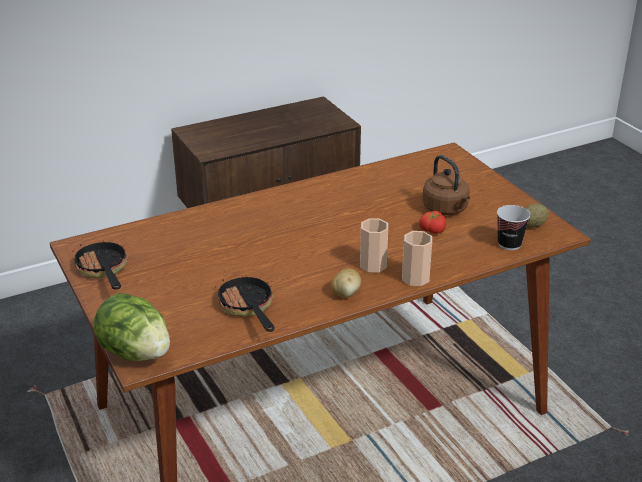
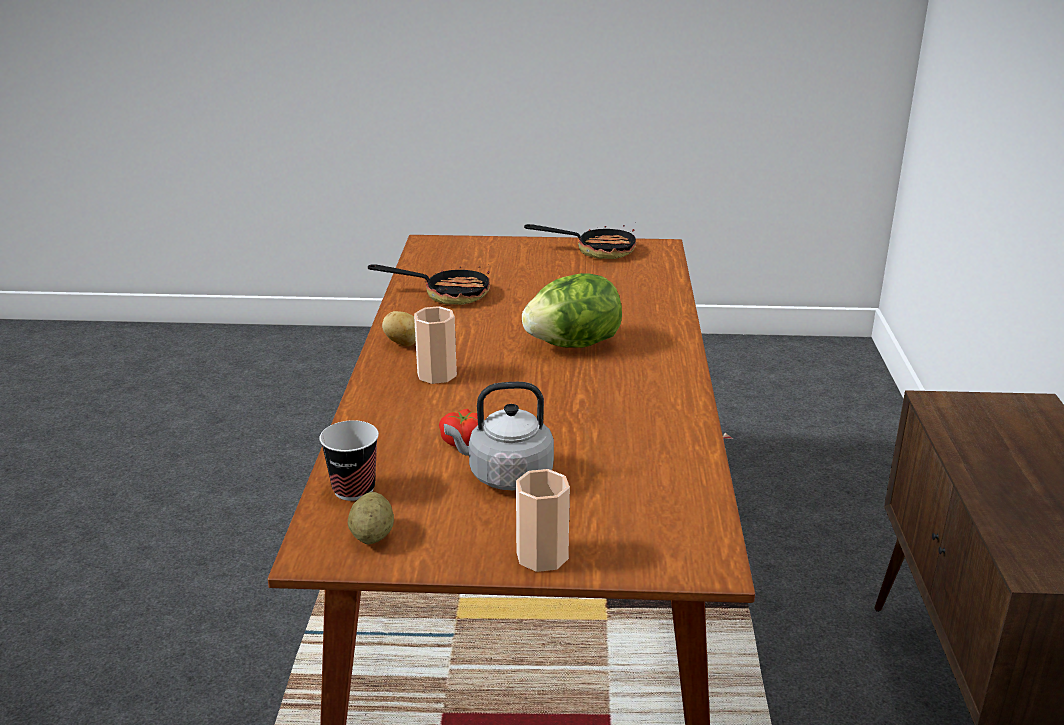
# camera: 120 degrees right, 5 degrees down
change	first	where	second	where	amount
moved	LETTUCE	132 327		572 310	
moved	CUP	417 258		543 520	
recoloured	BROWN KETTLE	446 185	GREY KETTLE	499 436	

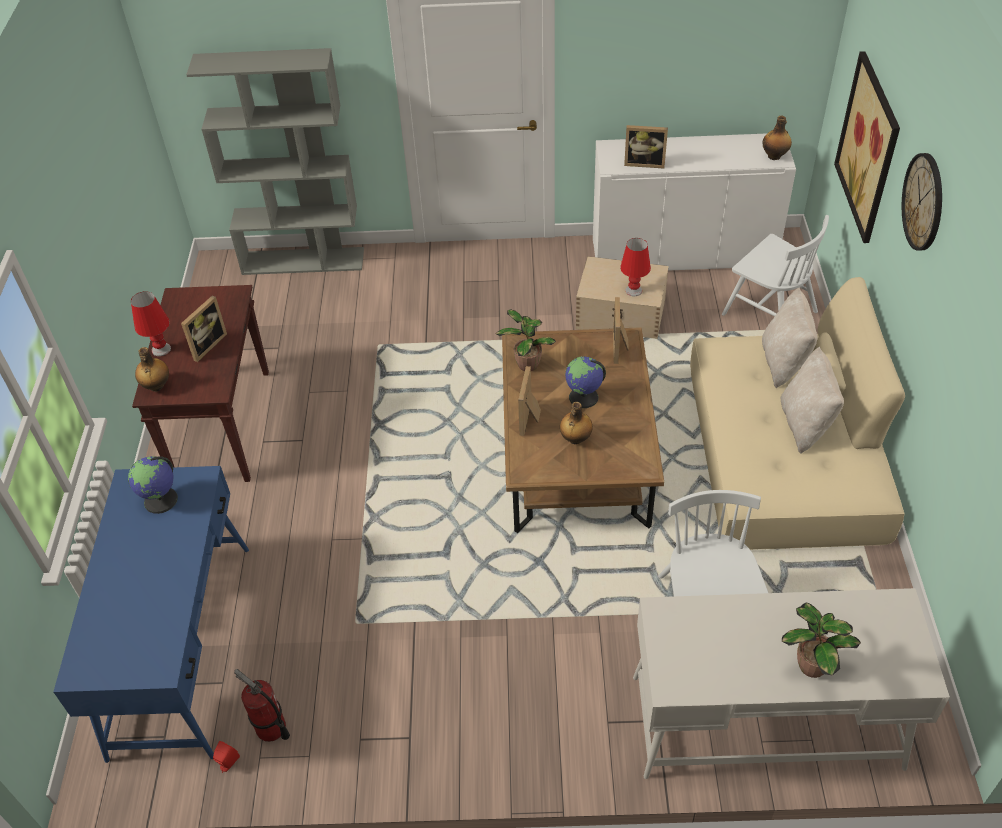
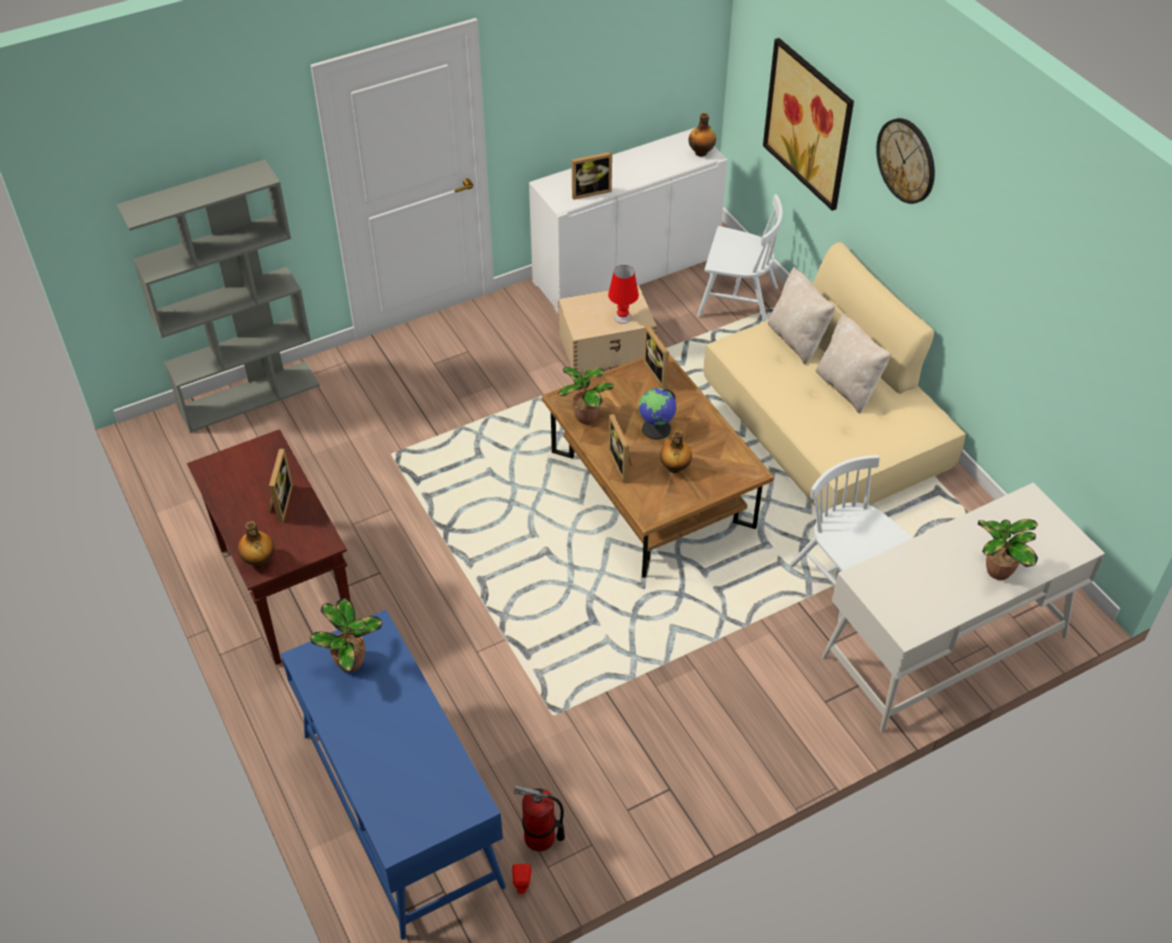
# camera: 30 degrees left, 0 degrees up
change	first	where	second	where	amount
replaced	GLOBE	153 485	POTTED PLANT	346 635	
removed	RED TABLE LAMP	151 323			

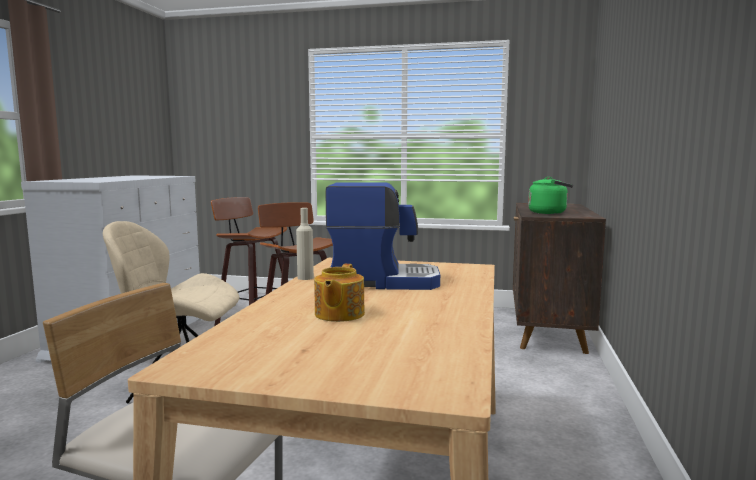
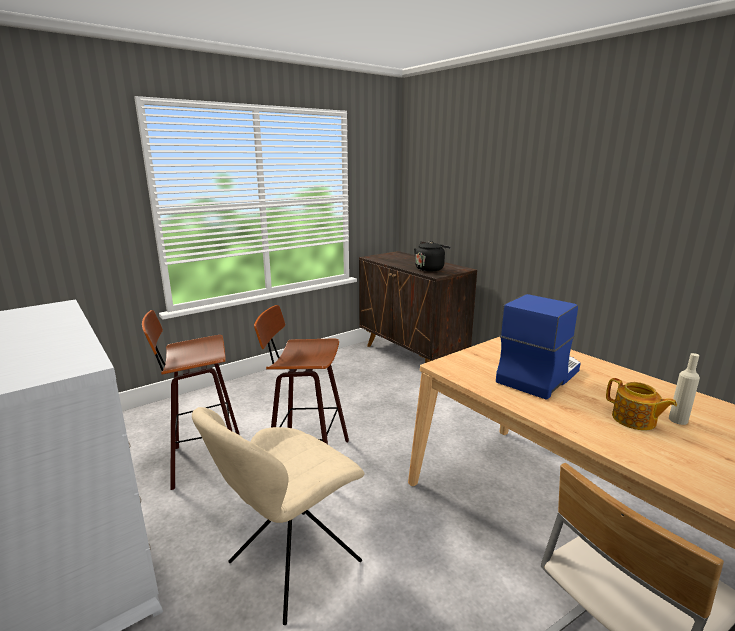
# camera: 50 degrees left, 10 degrees up
change	first	where	second	where	amount
moved	BEIGE BOTTLE	305 244		684 389	
recoloured	GREEN KETTLE	550 195	BLACK KETTLE	432 256	

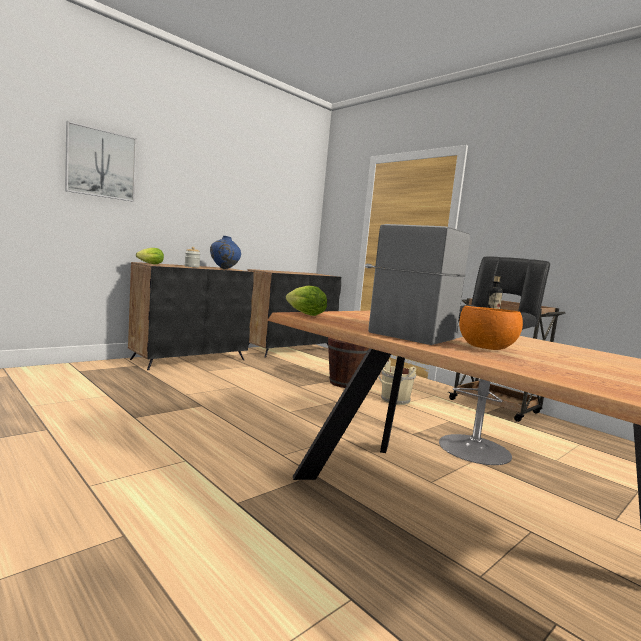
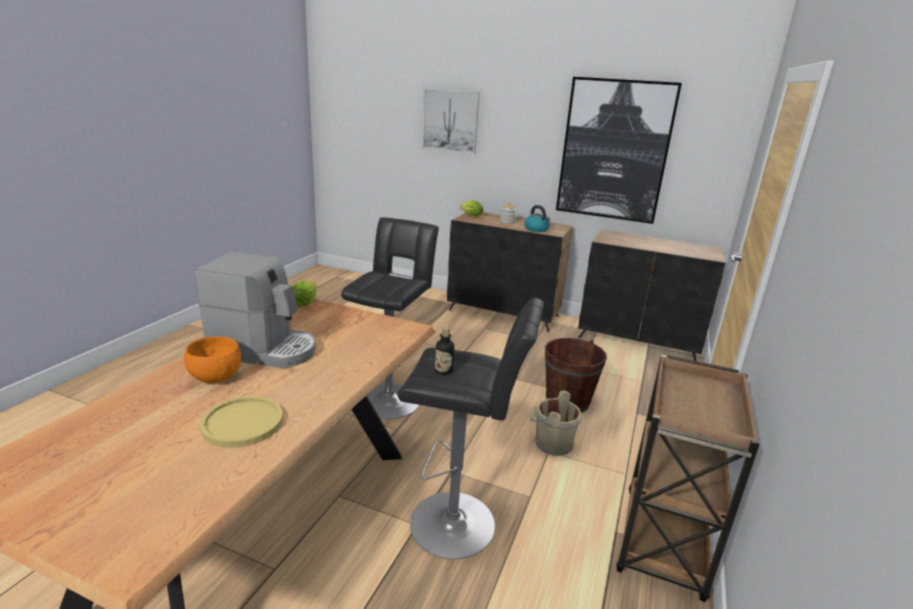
# camera: 65 degrees right, 15 degrees up
change	first	where	second	where	amount
replaced	BLUE VASE	225 252	KETTLE	537 218	
added			YELLOW PLATE	241 422	
added			BLACK STOOL	390 318	
added			PICTURE	619 150	

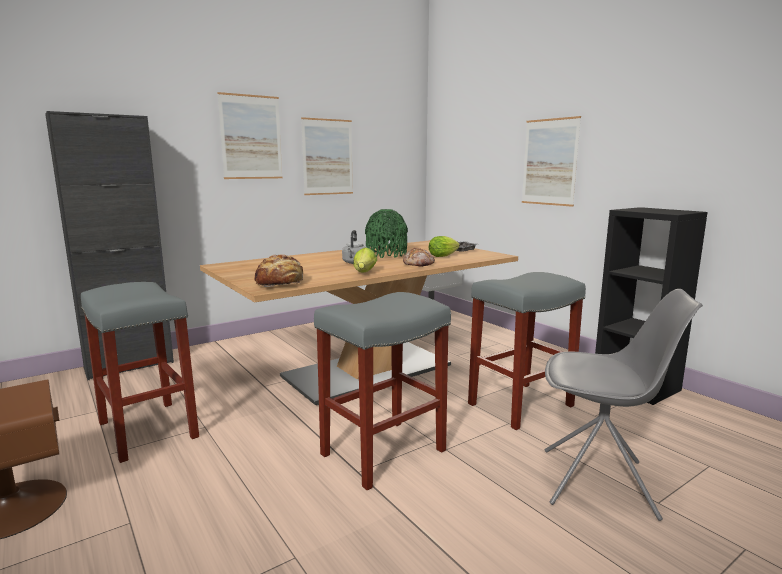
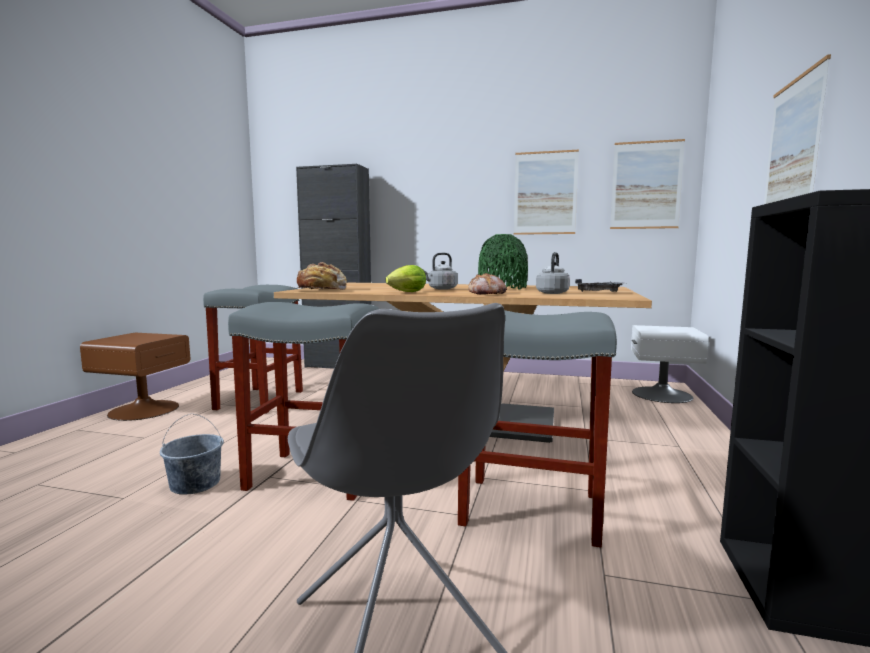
# camera: 50 degrees right, 5 degrees down
change	first	where	second	where	amount
moved	PICTURE	250 135		647 184	
replaced	LETTUCE	444 246	GREY KETTLE	553 273	
added			GREY BUCKET	192 454	

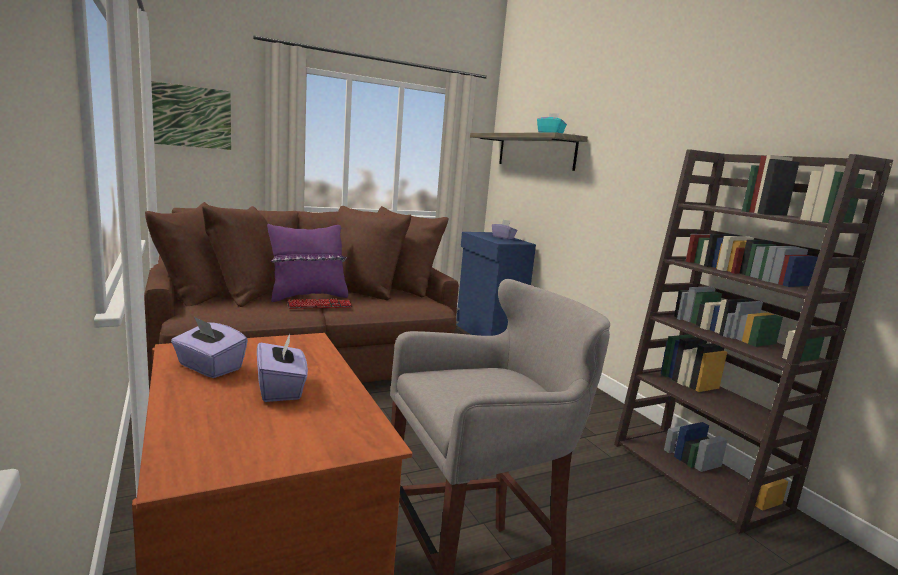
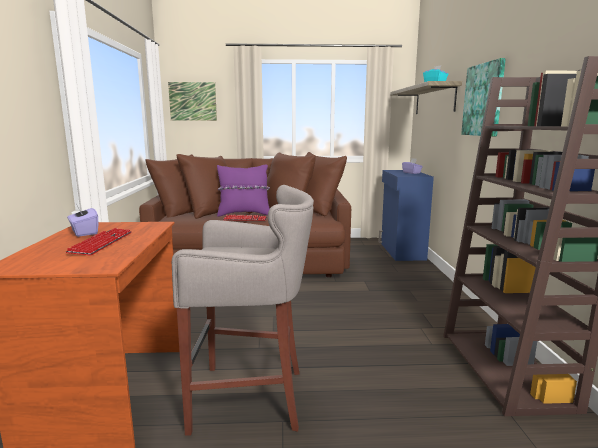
# camera: 25 degrees right, 0 degrees up
change	first	where	second	where	amount
replaced	PURPLE TISSUE BOX	282 367	KEYBOARD	99 242	
added			PICTURE	483 97	

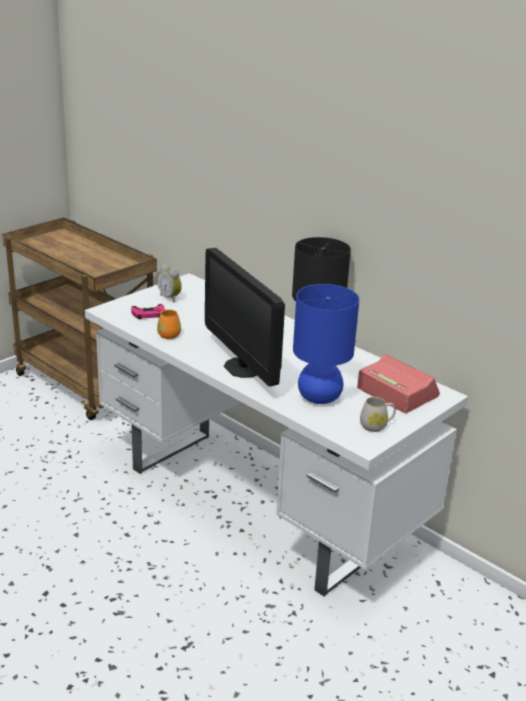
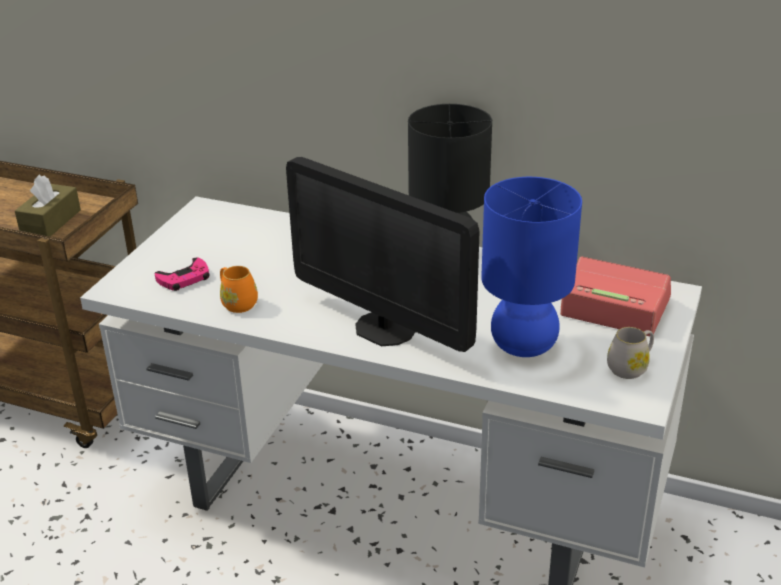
# camera: 20 degrees left, 5 degrees up
change	first	where	second	where	amount
removed	ALARM CLOCK	169 283			
added			BROWN TISSUE BOX	48 205	

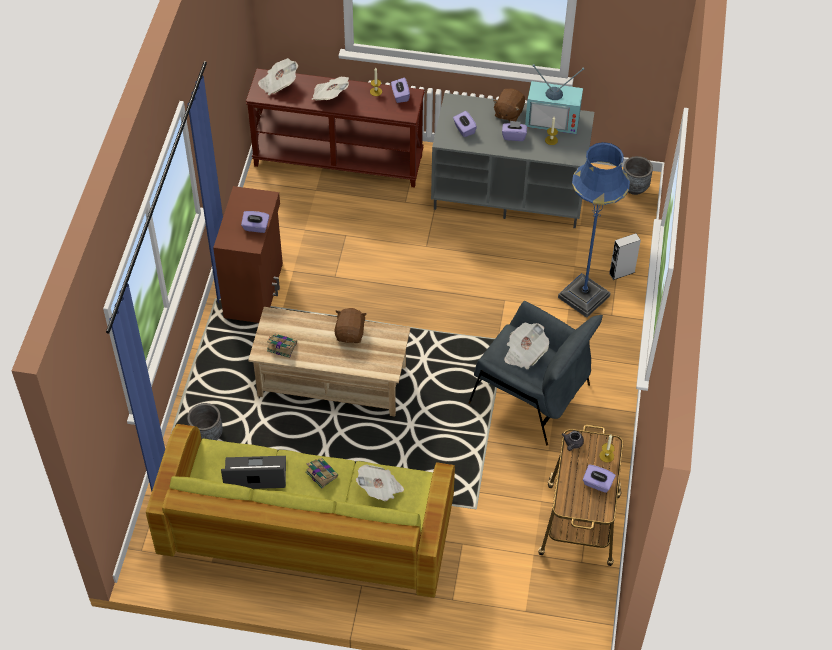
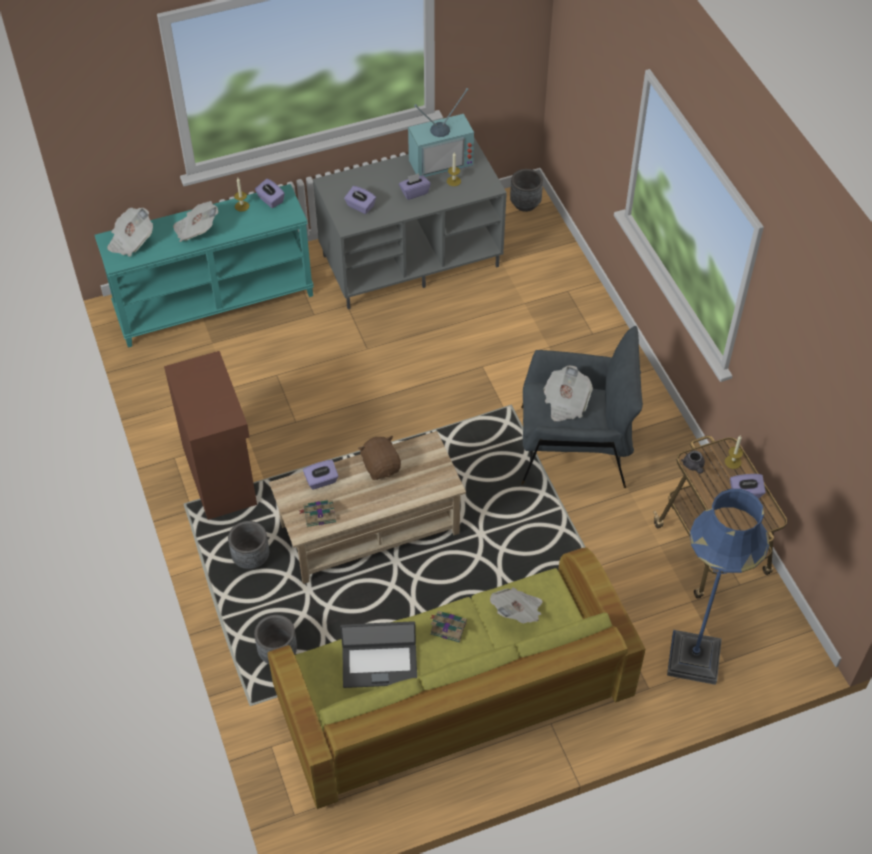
# camera: 30 degrees left, 0 degrees up
change	first	where	second	where	amount
turned	LAPTOP	253 472		378 654	150 degrees counterclockwise
moved	PURPLE TISSUE BOX	255 222		320 475	
recoloured	BROWN CONSOLE TABLE	335 128	TURQUOISE CONSOLE TABLE	204 265	
removed	BROWN PLUSH TOY	509 105			
moved	BLUE FLOOR LAMP	594 230		718 587	
removed	GREY SPEAKER	625 256			
added			GREY PLANTER	248 545	

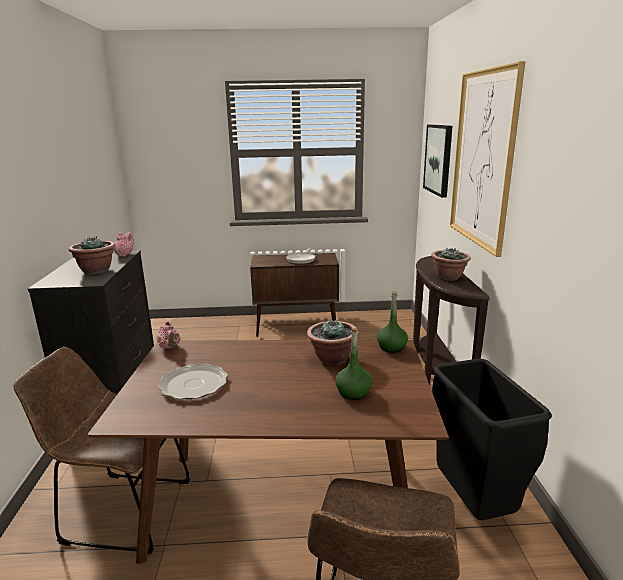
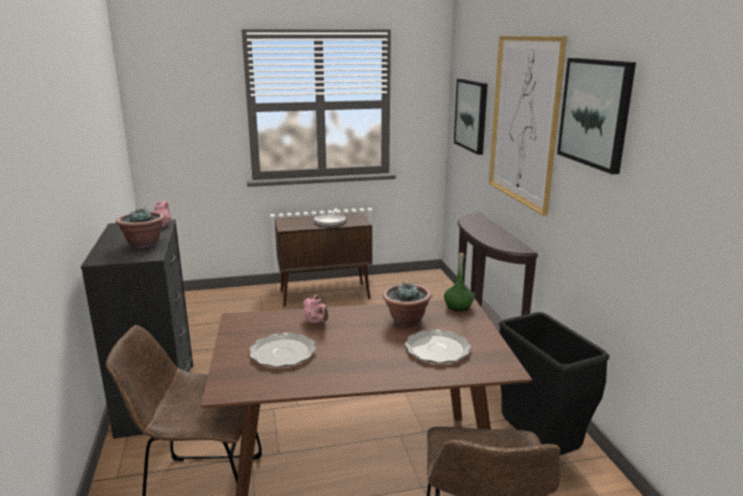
# camera: 10 degrees left, 0 degrees up
change	first	where	second	where	amount
moved	PINK TEAPOT	169 335		315 309	
replaced	GREEN BOTTLE	353 364	PLATE	438 346	
removed	POTTED PLANT	451 264			
added			PICTURE	596 116	

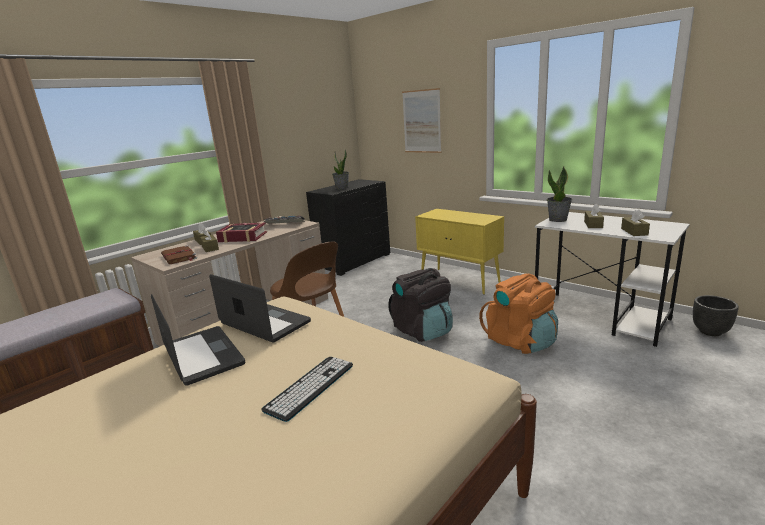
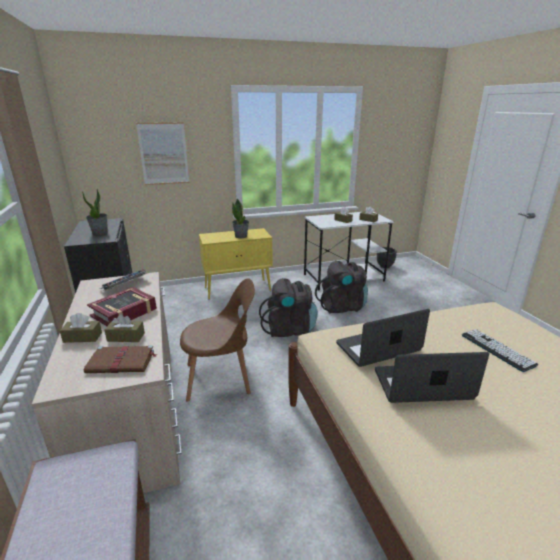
# camera: 60 degrees left, 5 degrees up
change	first	where	second	where	amount
recoloured	ORANGE BACKPACK	518 314	BLACK BACKPACK	341 287	
moved	POTTED PLANT	559 194		240 218	

